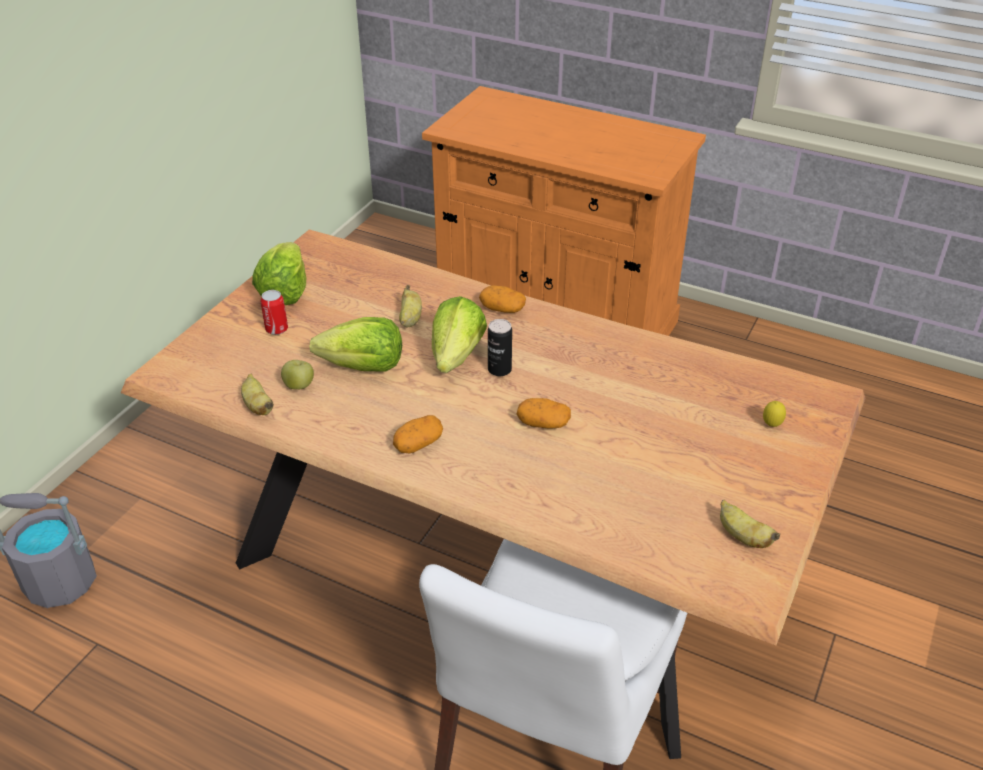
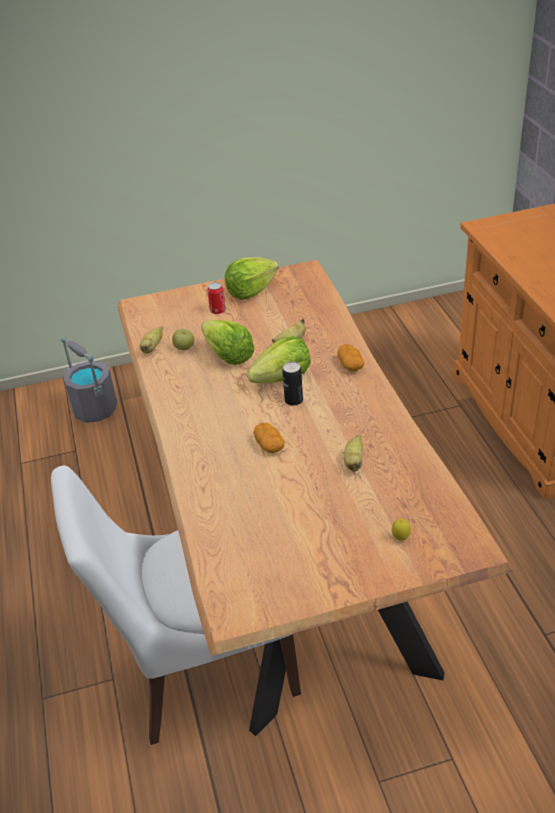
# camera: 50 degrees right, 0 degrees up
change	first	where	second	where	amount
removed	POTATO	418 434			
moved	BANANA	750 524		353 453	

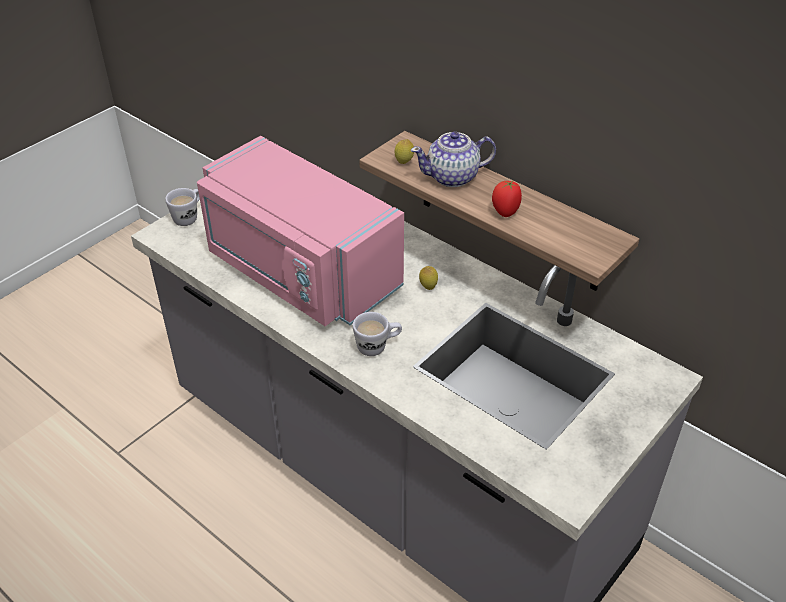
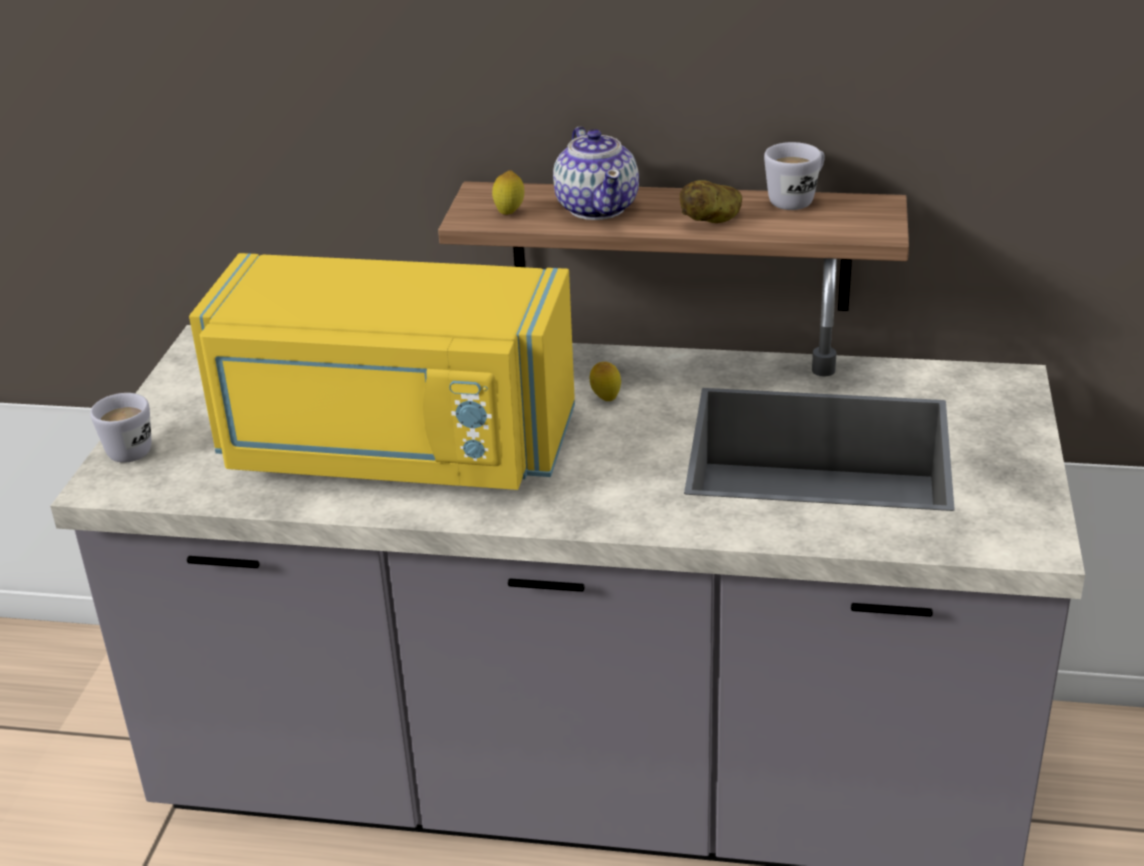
# camera: 30 degrees left, 10 degrees down
change	first	where	second	where	amount
recoloured	PINK MICROWAVE	300 231	YELLOW MICROWAVE	382 371	
moved	WHITE MUG	377 334		794 176	
turned	TEAPOT	453 159		596 173	60 degrees counterclockwise
replaced	TOMATO	507 199	POTATO	711 201	

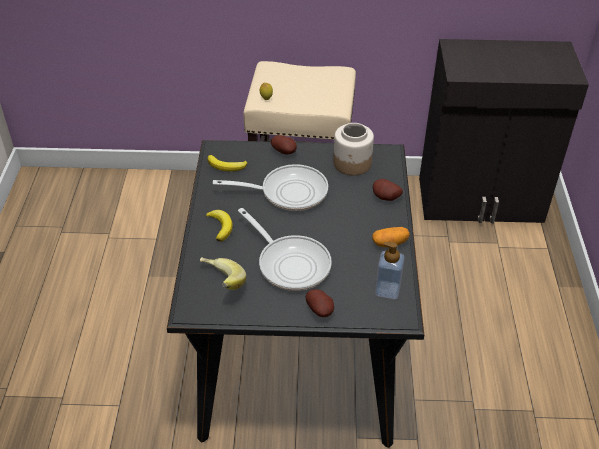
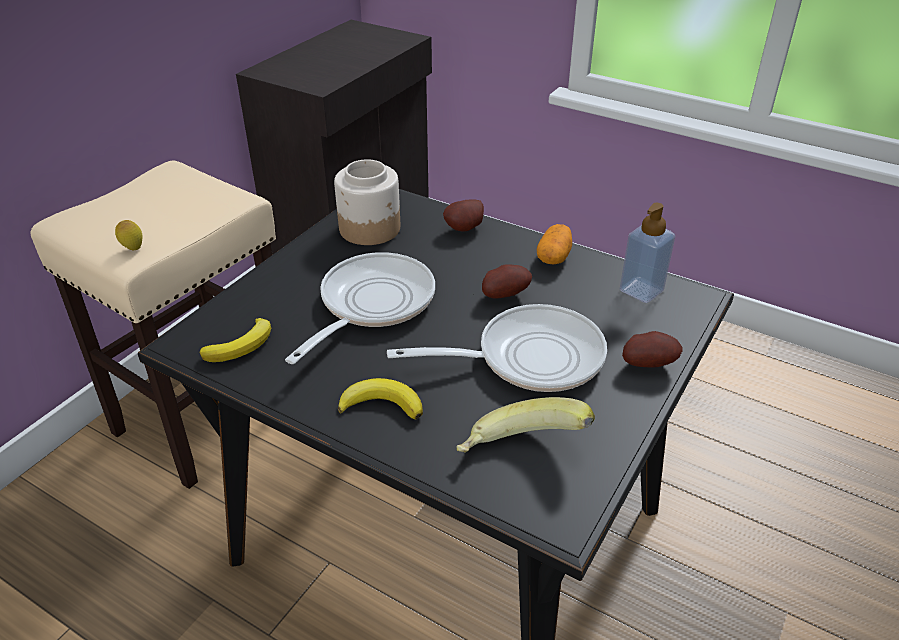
# camera: 60 degrees left, 5 degrees down
change	first	where	second	where	amount
moved	POTATO	284 144		507 281	

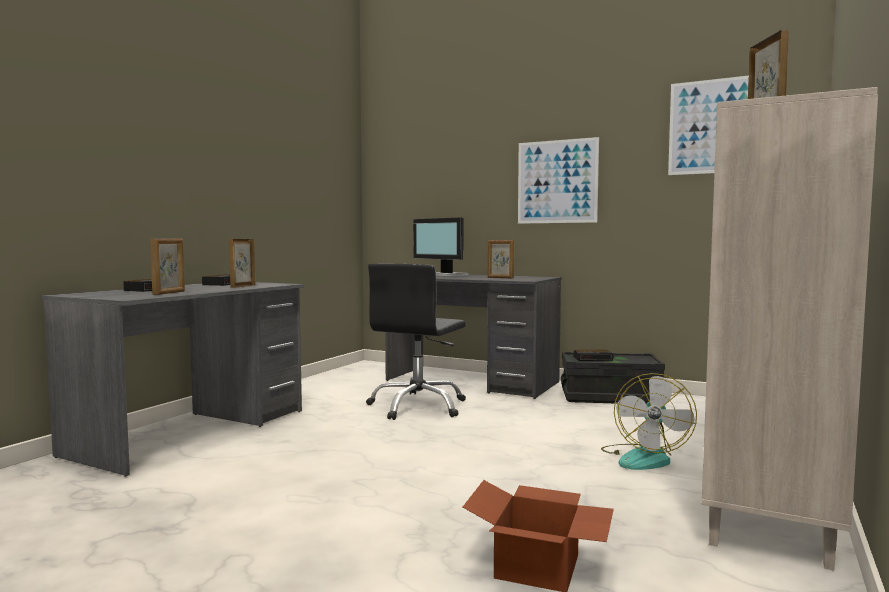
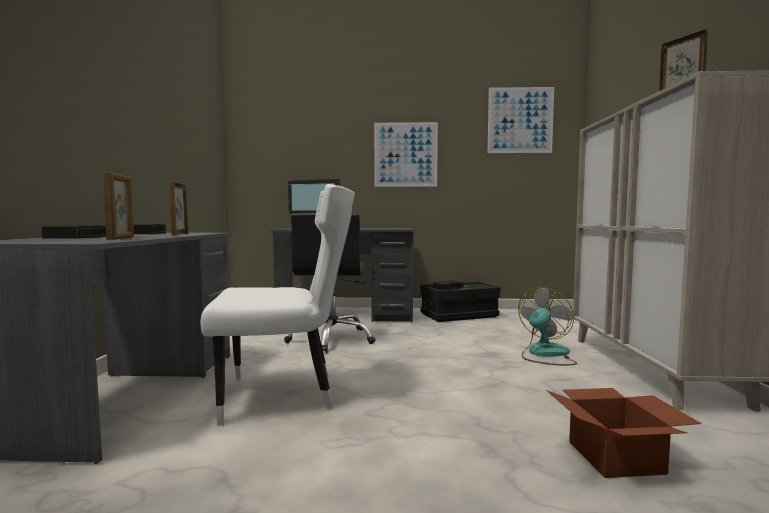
# camera: 25 degrees left, 0 degrees up
change	first	where	second	where	amount
removed	PICTURE FRAME	501 259			
turned	FAN	649 421		547 326	135 degrees counterclockwise
added			WHITE CHAIR	278 304	

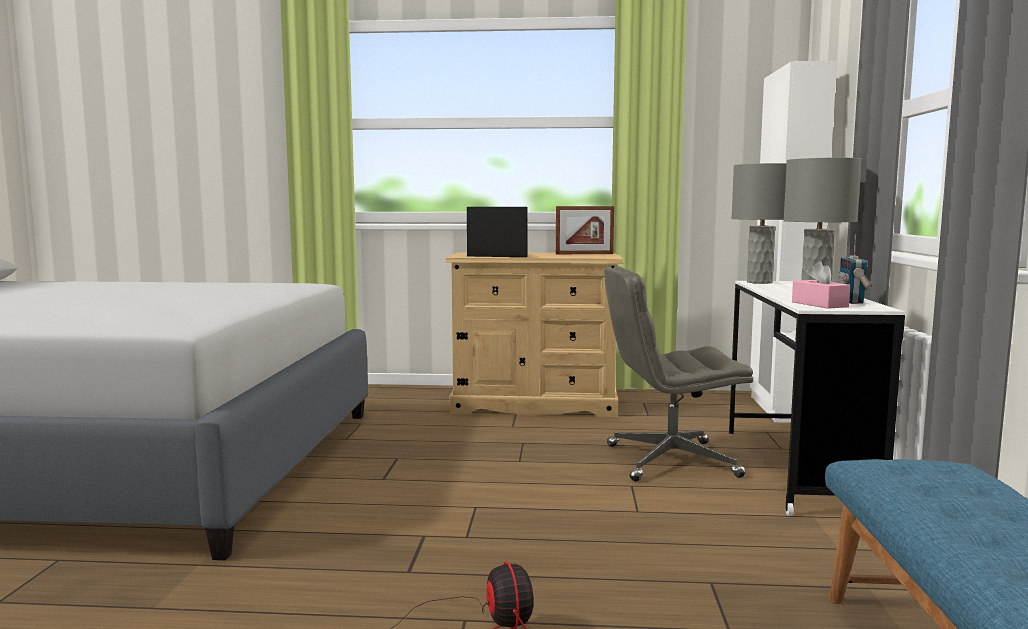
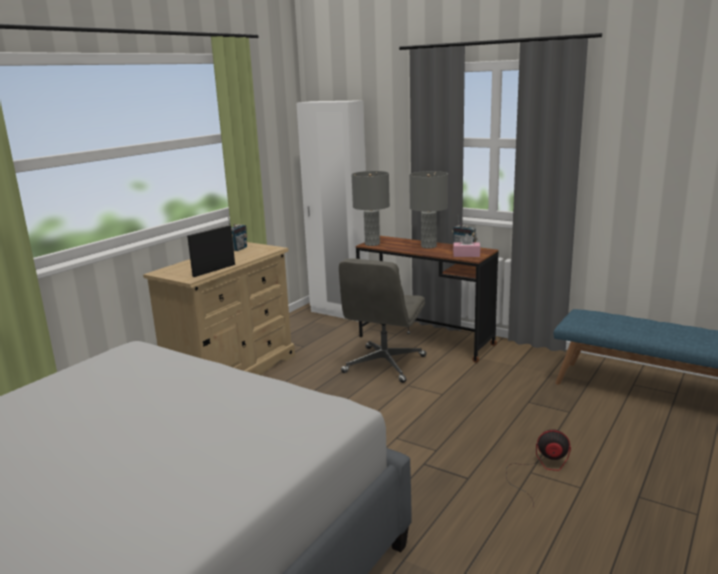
# camera: 60 degrees left, 10 degrees up
change	first	where	second	where	amount
replaced	PICTURE FRAME	585 230	RADIO	237 233	
recoloured	WHITE DESK	817 398	BROWN DESK	427 299	

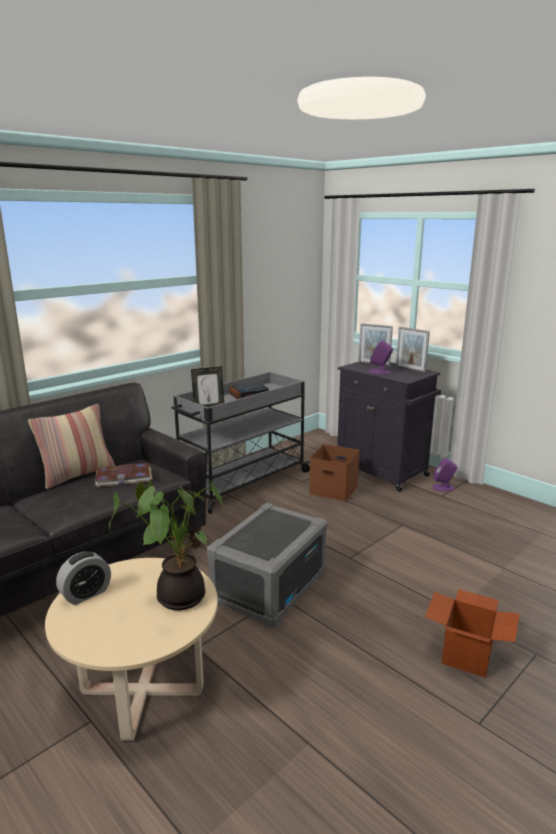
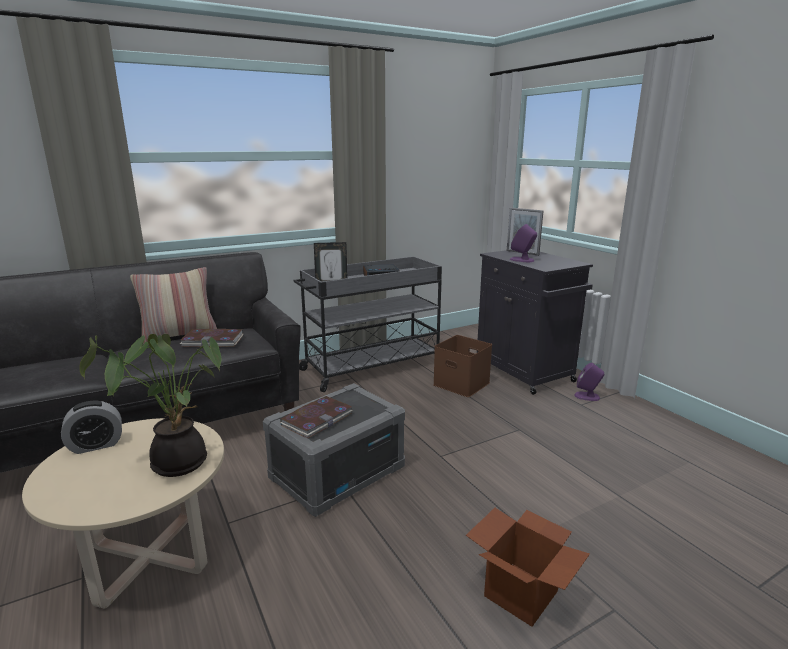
# camera: 15 degrees right, 0 degrees up
change	first	where	second	where	amount
removed	PICTURE FRAME	413 350			
added			BOOK	316 417	

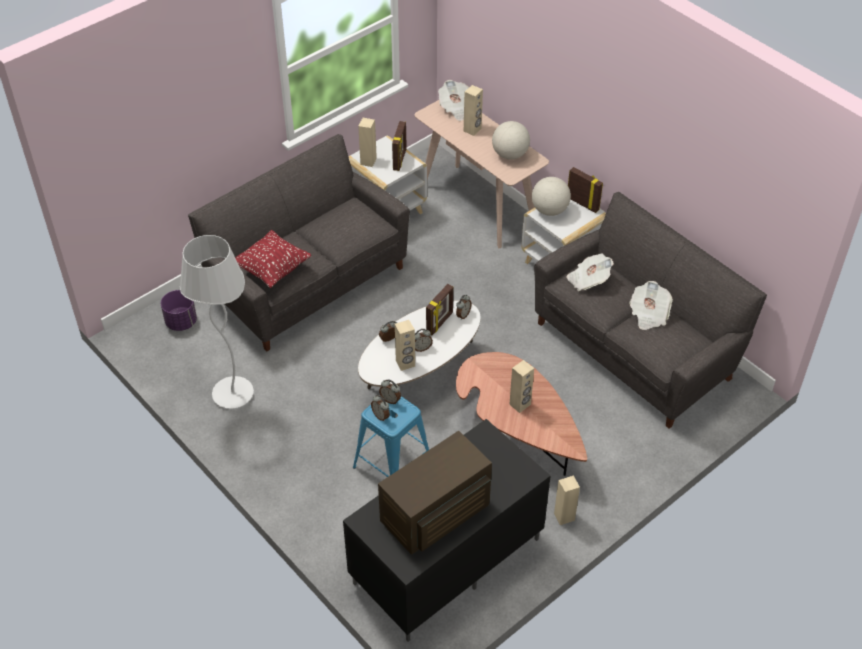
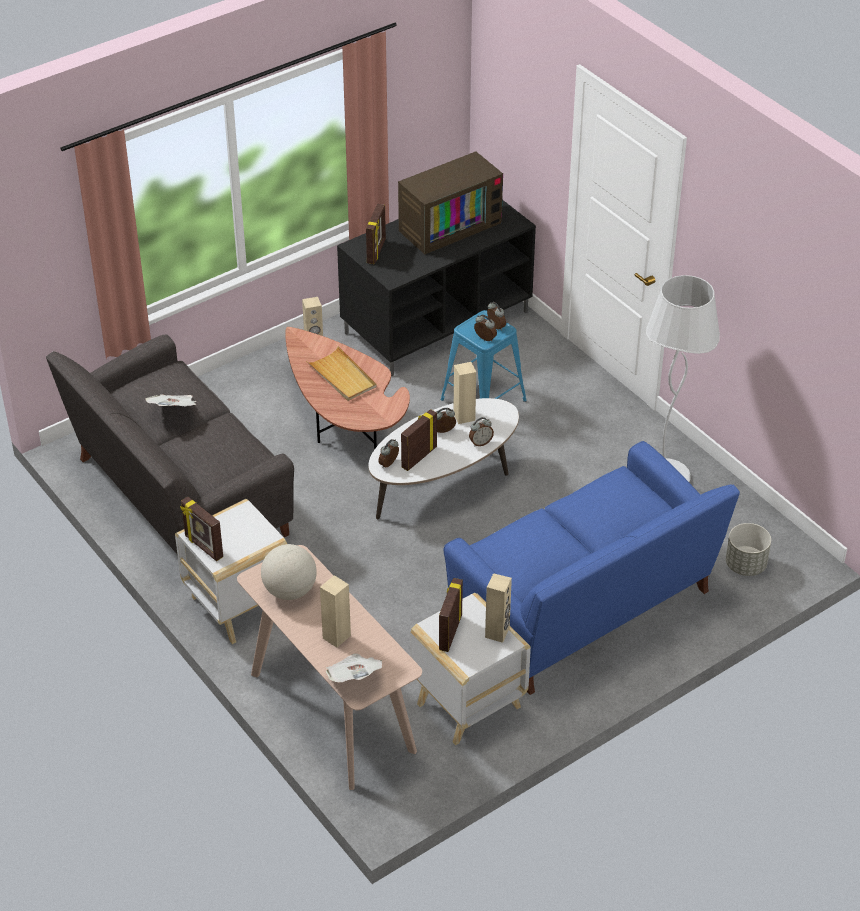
# camera: 175 degrees left, 5 degrees down
change	first	where	second	where	amount
recoloured	PURPLE PLANTER	179 310	GREY PLANTER	748 549	
recoloured	GREY SOFA	299 243	BLUE SOFA	592 568	
removed	RED PILLOW	273 259			
replaced	BEIGE SPEAKER	521 386	BEIGE TRAY	341 373	
removed	GLOBE	551 196			
removed	NEWSPAPER	590 272			
added			PICTURE FRAME	376 234	

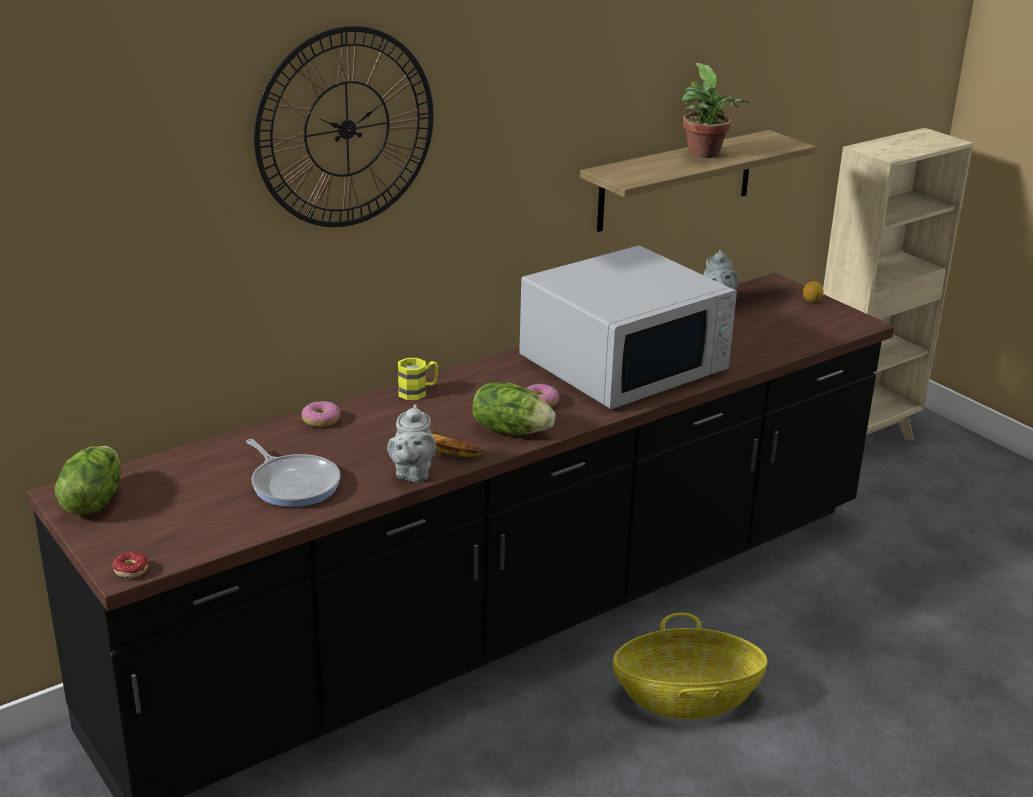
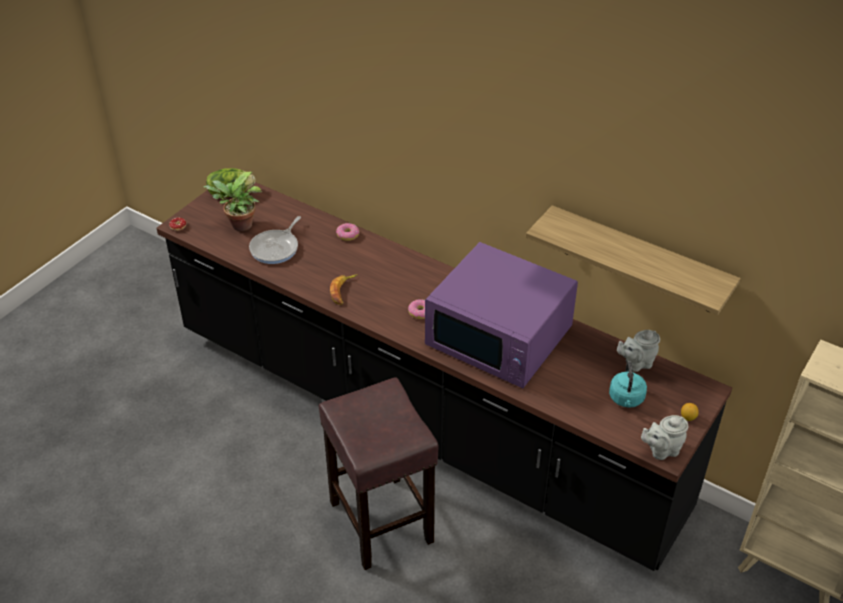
# camera: 70 degrees right, 15 degrees up
change	first	where	second	where	amount
removed	WALL CLOCK	344 126			
moved	GREY TEAPOT	411 443		664 437	
removed	YELLOW MUG	418 379			
removed	LETTUCE	513 408			
recoloured	WHITE MICROWAVE	628 327	PURPLE MICROWAVE	501 315	
replaced	BASKET	690 666	BROWN STOOL	379 473	
moved	POTTED PLANT	715 110		232 201	
added			TURQUOISE KETTLE	628 384	

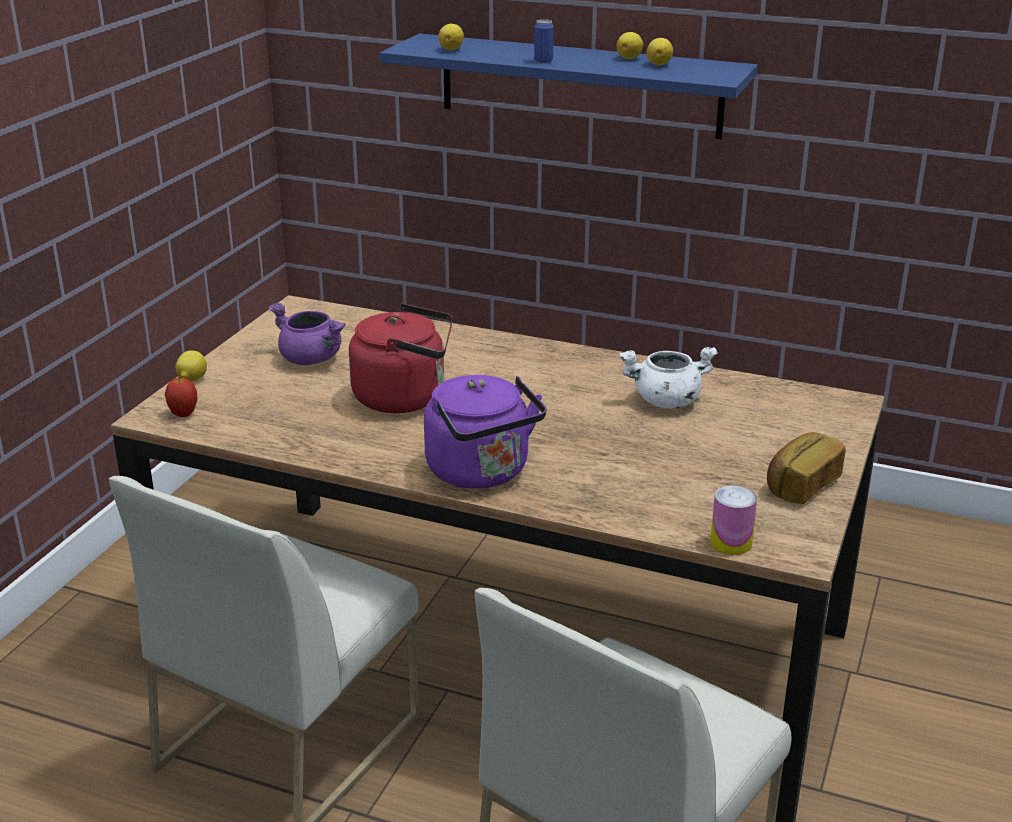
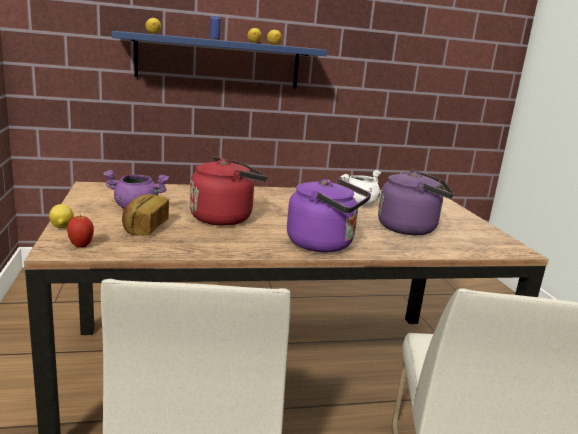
# camera: 35 degrees left, 10 degrees down
change	first	where	second	where	amount
removed	CAN	733 520			
moved	BREAD	806 468		145 215	
added			PURPLE KETTLE	416 202	

